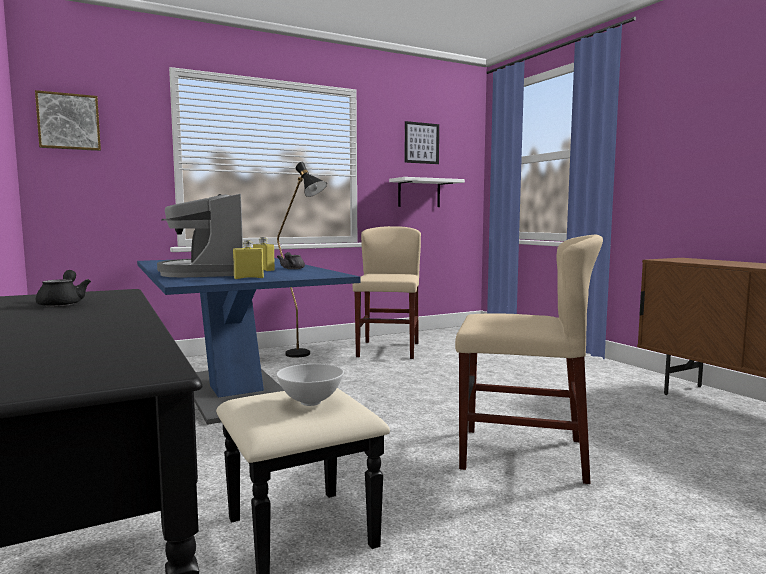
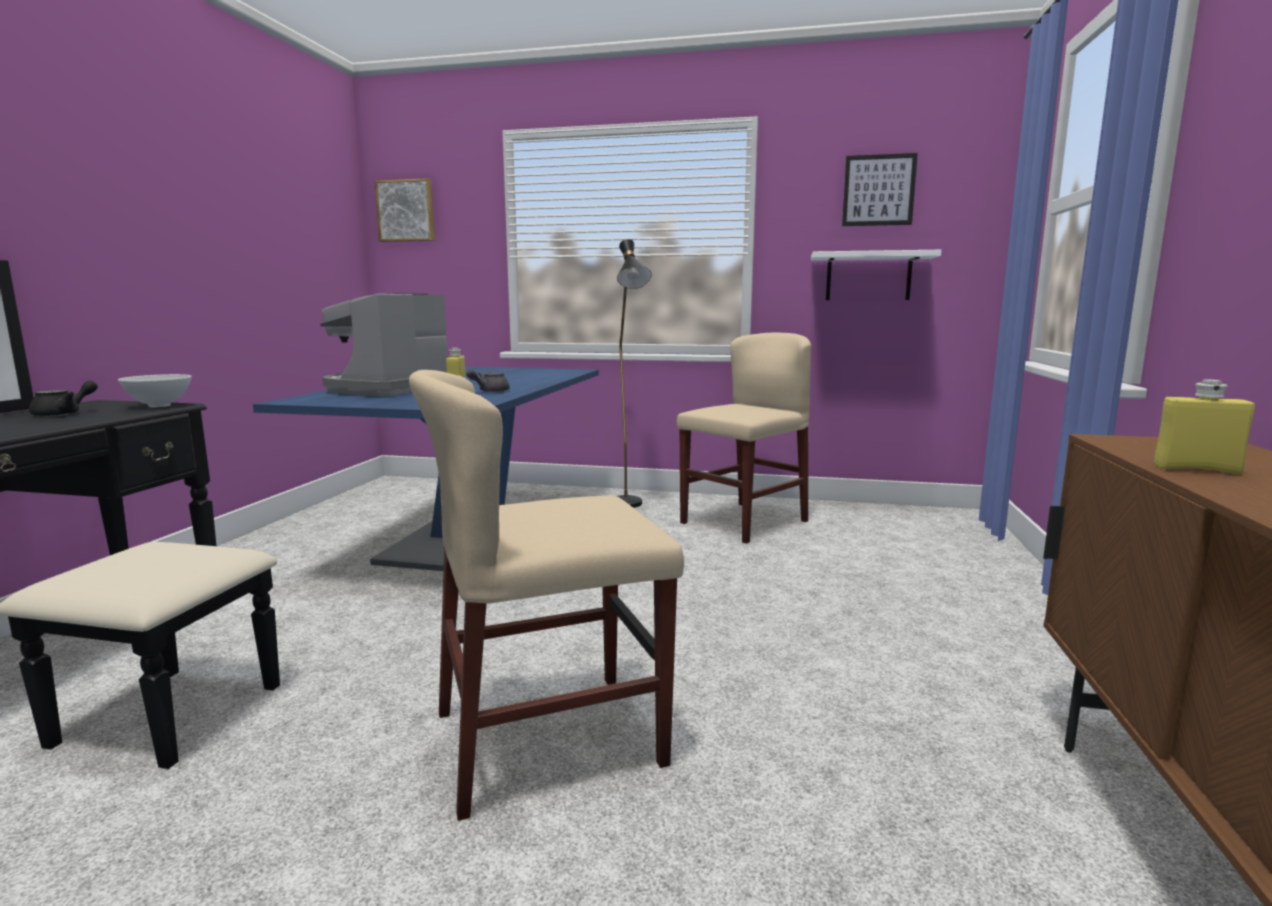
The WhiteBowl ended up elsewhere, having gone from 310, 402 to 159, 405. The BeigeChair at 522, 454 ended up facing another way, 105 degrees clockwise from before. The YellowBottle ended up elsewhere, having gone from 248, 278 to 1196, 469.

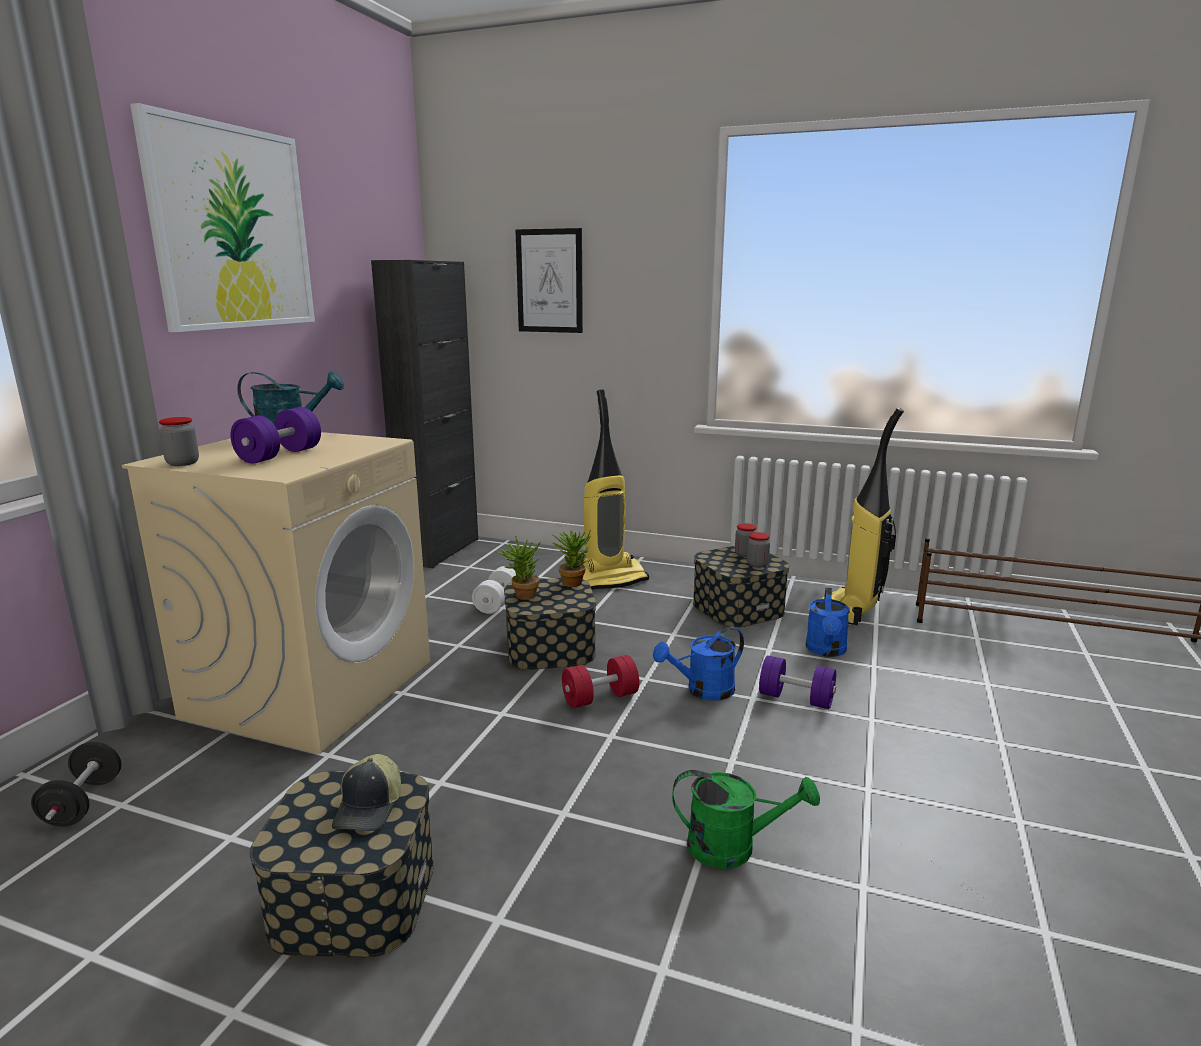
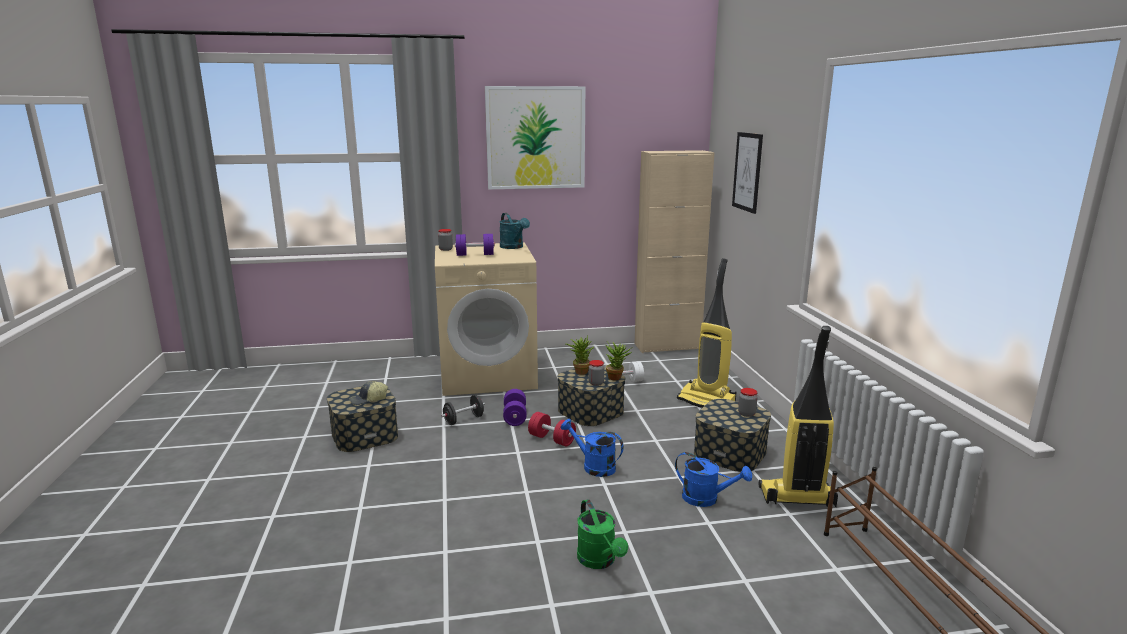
The BlackDumbbell ended up elsewhere, having gone from 83, 803 to 463, 420. The PurpleDumbbell ended up elsewhere, having gone from 796, 699 to 515, 417. The GreenWateringCan ended up elsewhere, having gone from 733, 847 to 599, 561. The Jar ended up elsewhere, having gone from 757, 564 to 596, 383. What was the BlackCabinet at 439, 551 turned into the BeigeCabinet at 667, 346. The BlueWateringCan at 826, 651 ended up facing another way, 135 degrees counterclockwise from before.

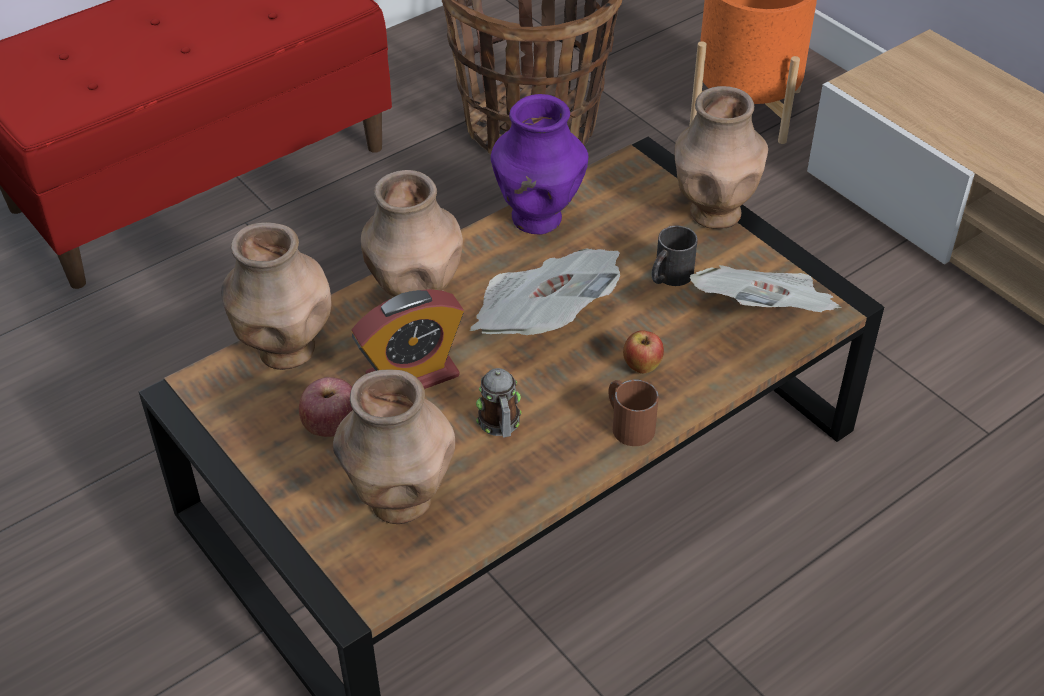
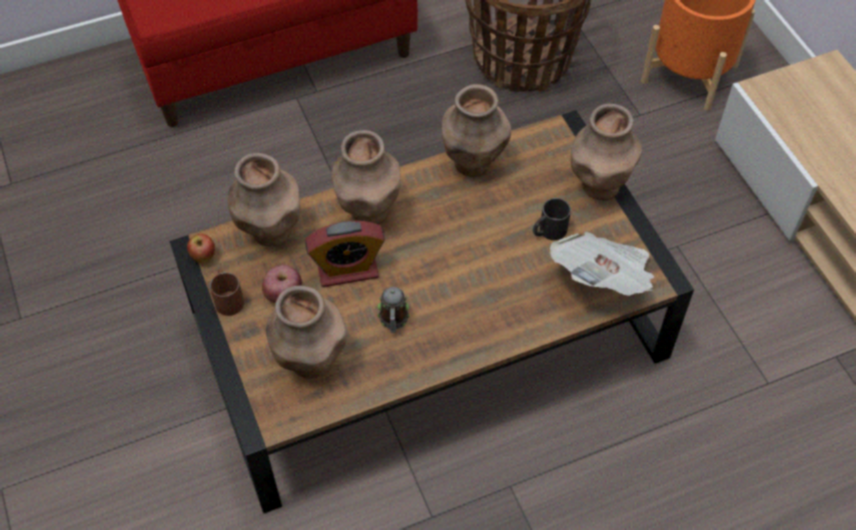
The Apple ended up elsewhere, having gone from 642, 367 to 203, 257. The BrownMug ended up elsewhere, having gone from 627, 424 to 228, 298. What was the PurpleVase at 537, 219 turned into the BrownVase at 472, 164. The second view lost the Newspaper at 542, 320.

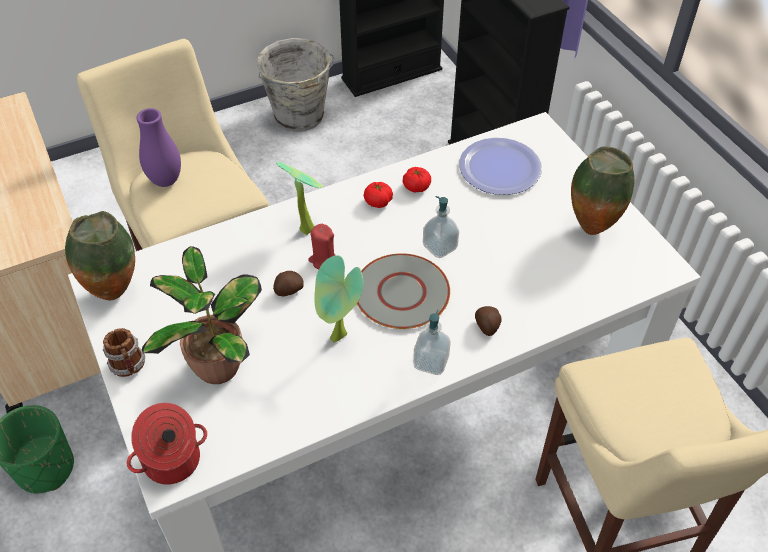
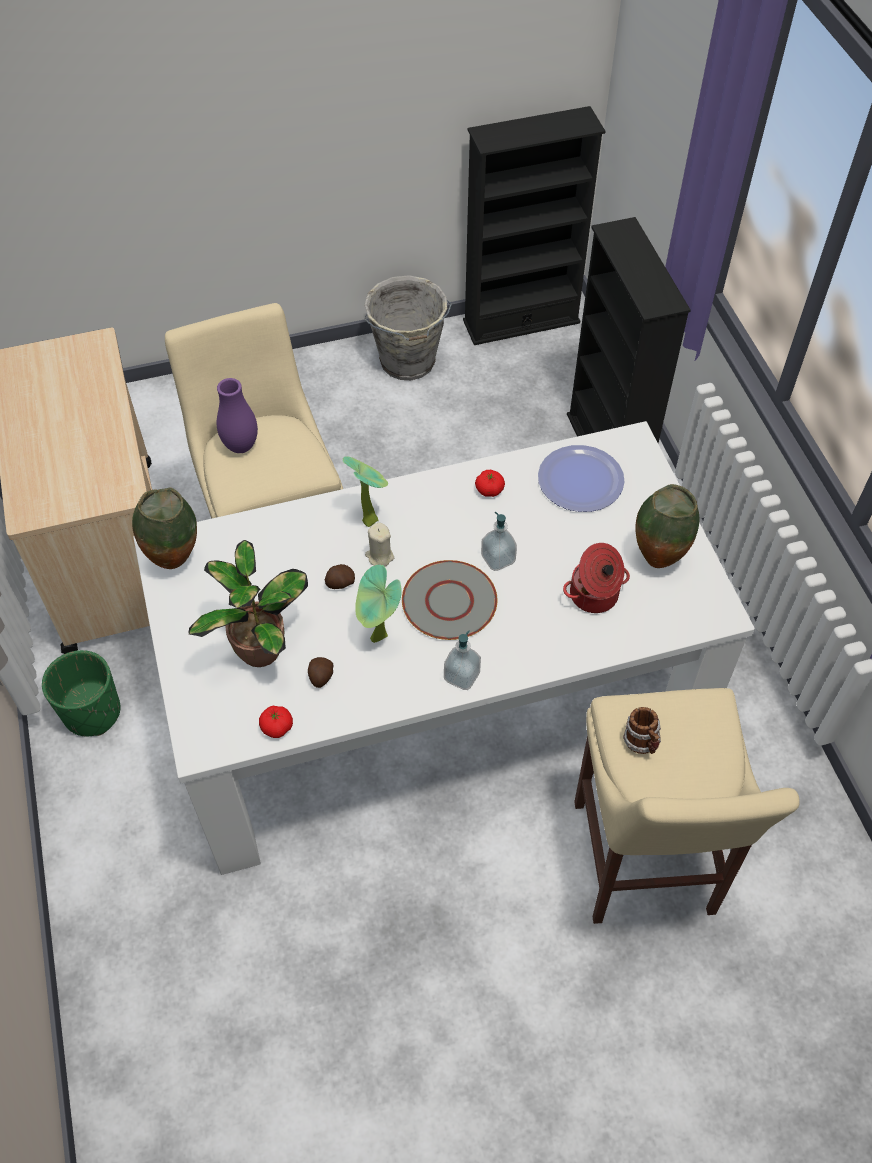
The Tomato ended up elsewhere, having gone from 378, 202 to 277, 727. The Potato ended up elsewhere, having gone from 487, 327 to 320, 677. What was the RedCandle at 323, 260 turned into the BeigeCandle at 379, 556. The CookingPot ended up elsewhere, having gone from 172, 461 to 594, 596. The Mug ended up elsewhere, having gone from 129, 366 to 642, 742.

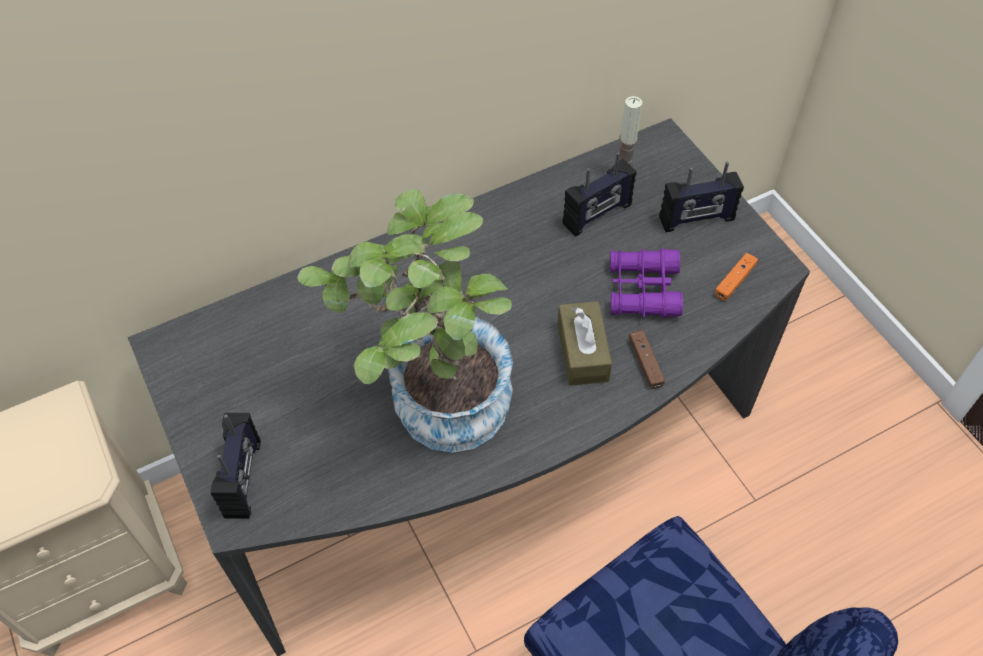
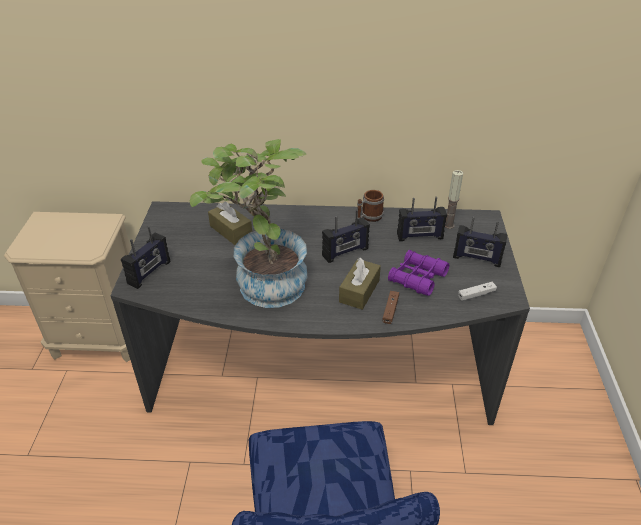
The second view gained the BrownTissueBox at 231, 231. The second view gained the Radio at 345, 252. The second view gained the Mug at 368, 217. What was the OrangeGameController at 734, 281 turned into the WhiteGameController at 476, 294.

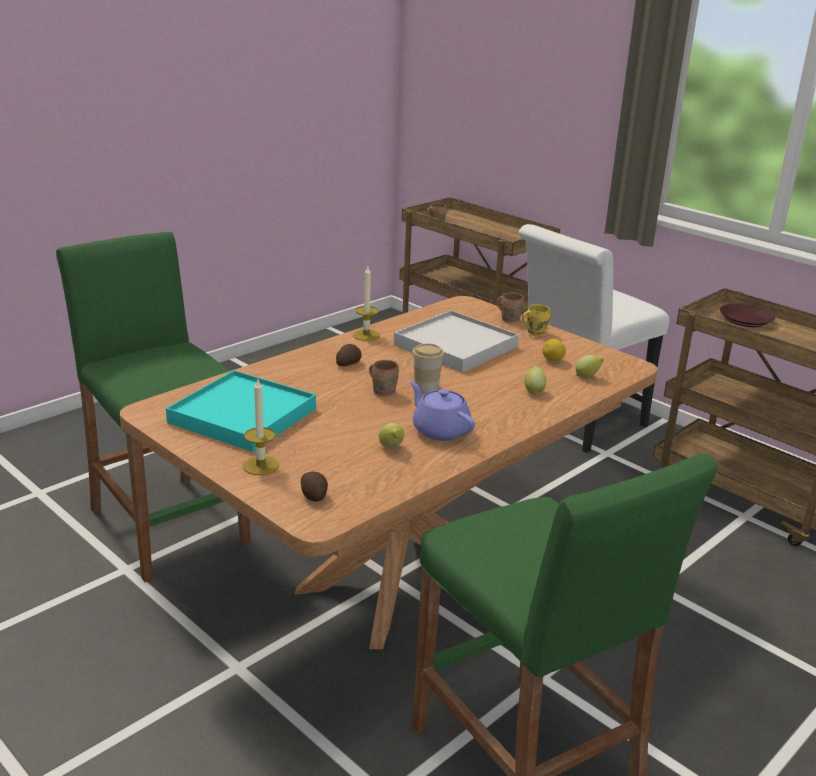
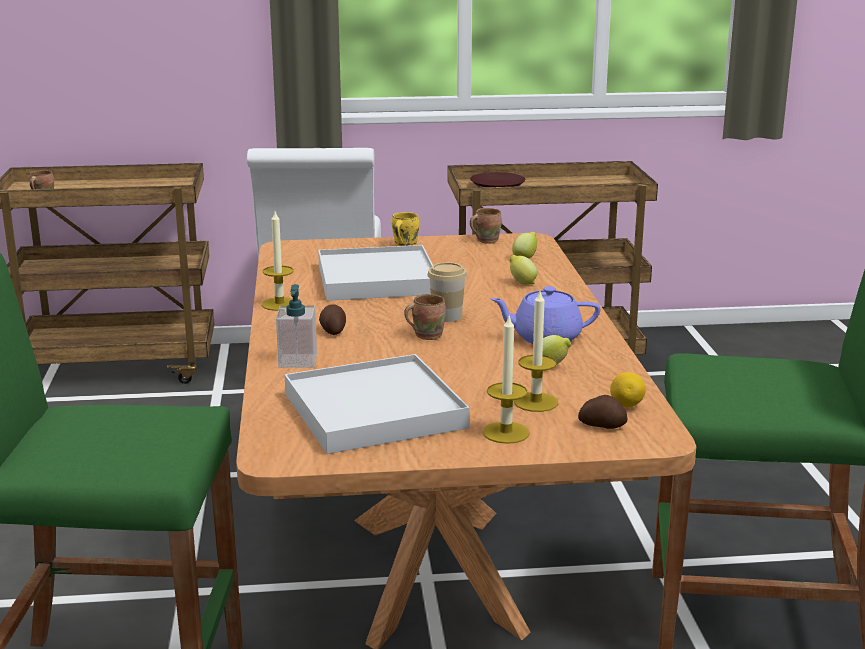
The second view gained the SoapDispenser at 297, 361. What was the TurquoiseTray at 243, 415 turned into the WhiteTray at 374, 410. The BrownMug ended up elsewhere, having gone from 509, 319 to 485, 240. The second view gained the Candle at 536, 402. The Lemon ended up elsewhere, having gone from 553, 360 to 626, 405.

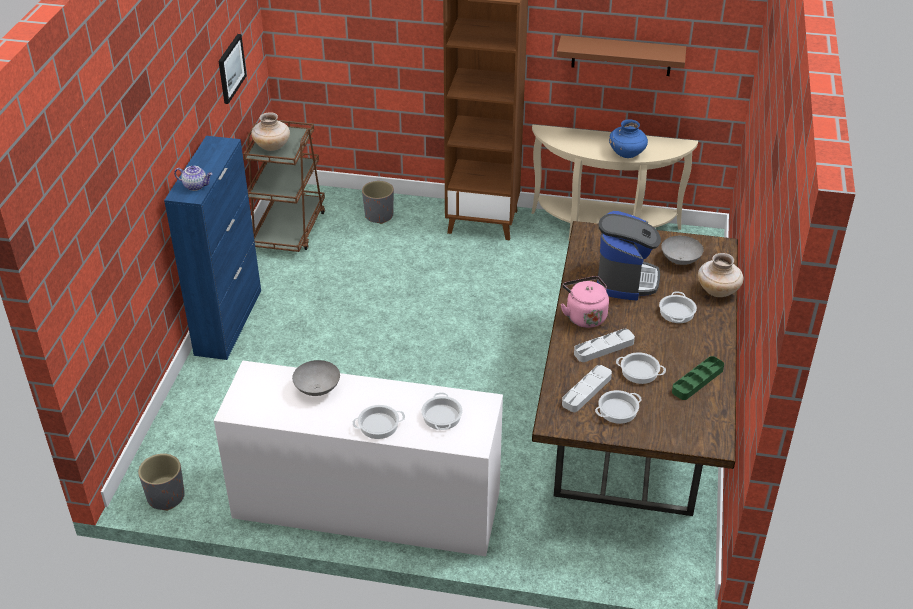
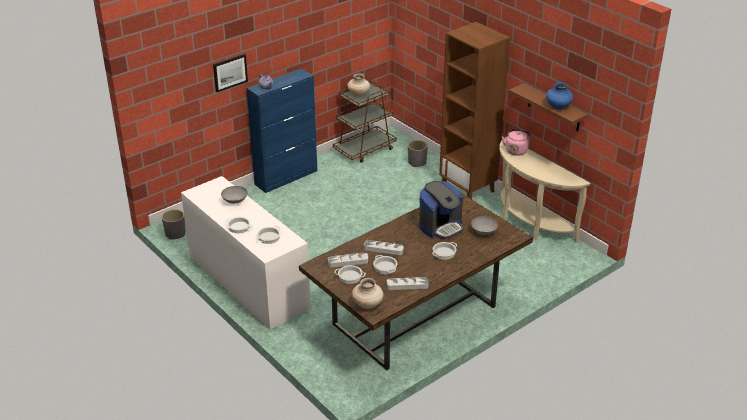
The Picture ended up elsewhere, having gone from 231, 68 to 230, 72. The BeigeVase ended up elsewhere, having gone from 717, 291 to 368, 304. What was the GreenTray at 697, 381 turned into the GreyTray at 407, 285. The PinkKettle ended up elsewhere, having gone from 584, 316 to 516, 150. The BlueVase ended up elsewhere, having gone from 627, 154 to 558, 106.

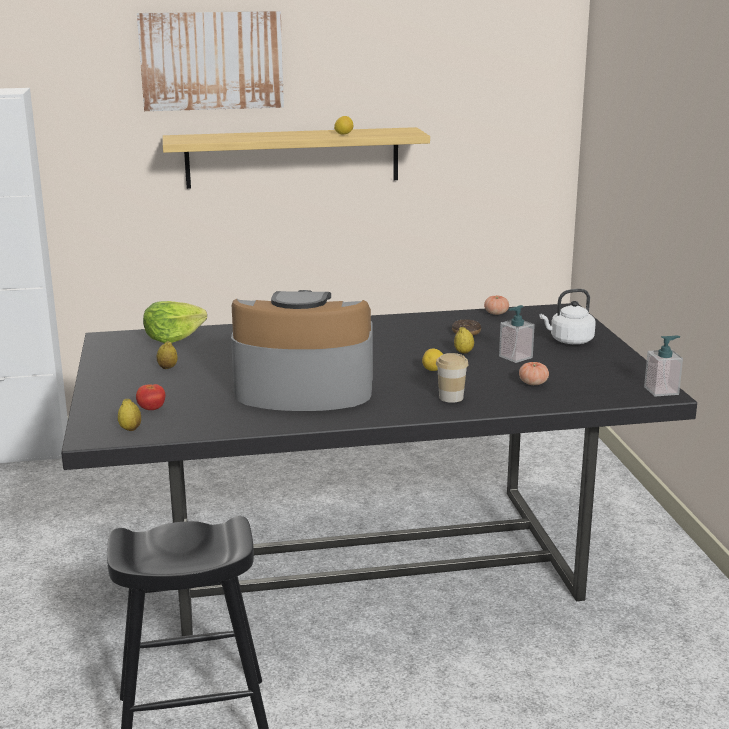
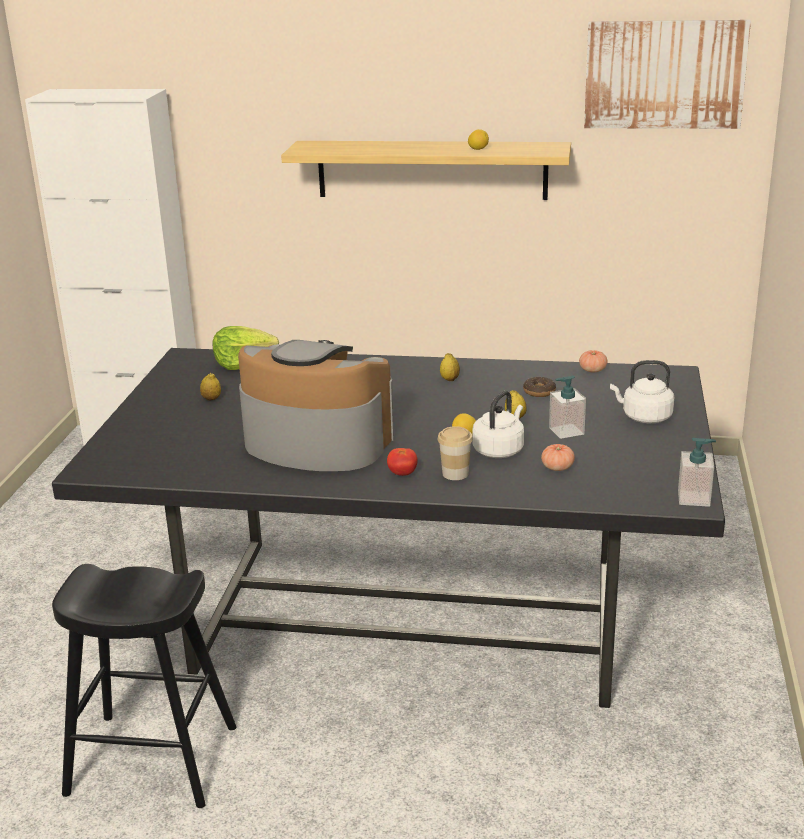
The Tomato ended up elsewhere, having gone from 151, 409 to 402, 474. The Lemon ended up elsewhere, having gone from 130, 429 to 449, 379. The second view gained the WhiteKettle at 499, 450. The Picture ended up elsewhere, having gone from 211, 60 to 664, 74.

